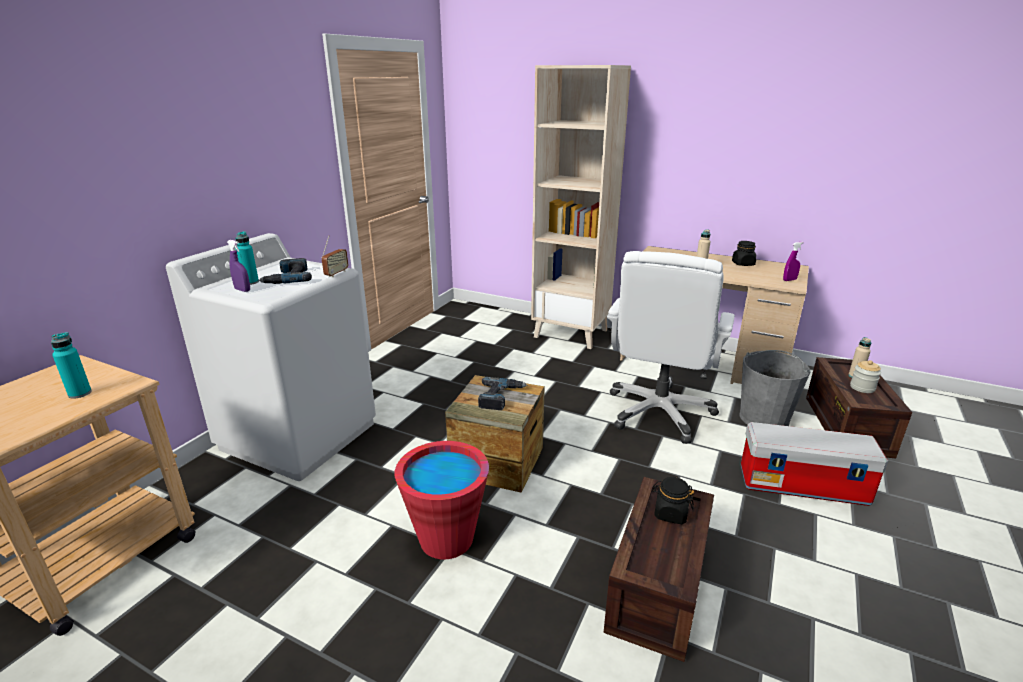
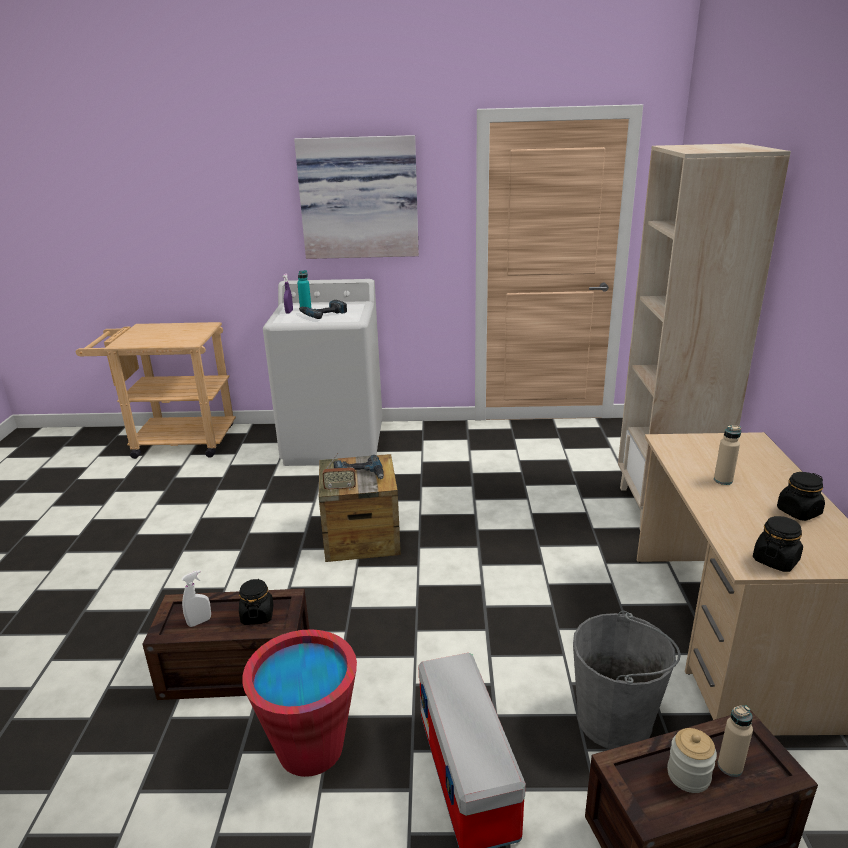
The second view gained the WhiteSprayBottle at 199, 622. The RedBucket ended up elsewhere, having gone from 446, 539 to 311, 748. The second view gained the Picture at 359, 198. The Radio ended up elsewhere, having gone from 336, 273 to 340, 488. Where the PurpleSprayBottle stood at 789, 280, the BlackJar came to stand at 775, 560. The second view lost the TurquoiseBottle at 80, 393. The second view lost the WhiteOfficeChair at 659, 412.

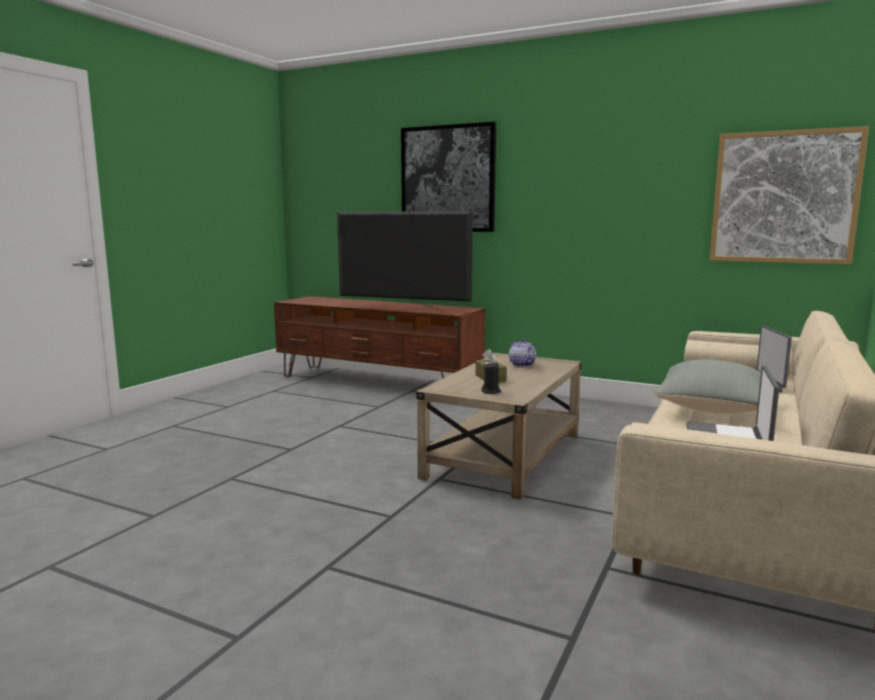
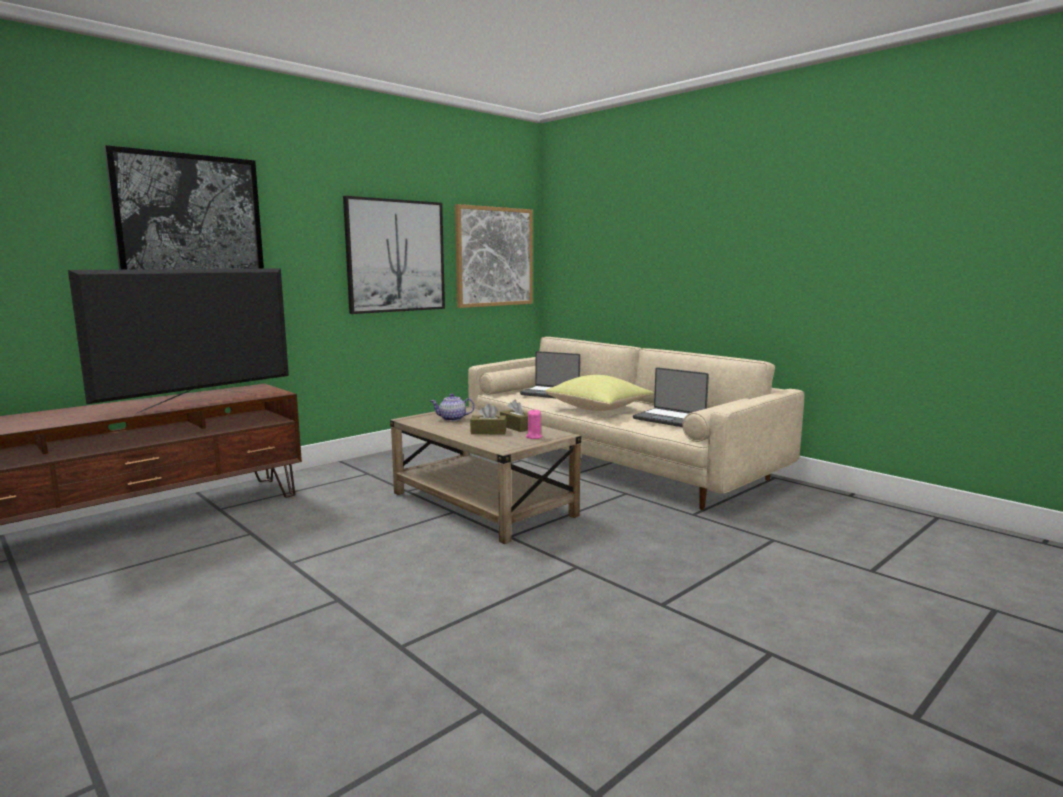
The second view gained the Picture at 396, 256. The second view gained the BrownTissueBox at 516, 427. What was the BlackCandle at 491, 392 turned into the PinkCandle at 533, 437. What was the GreyPillow at 715, 410 turned into the YellowPillow at 599, 409.

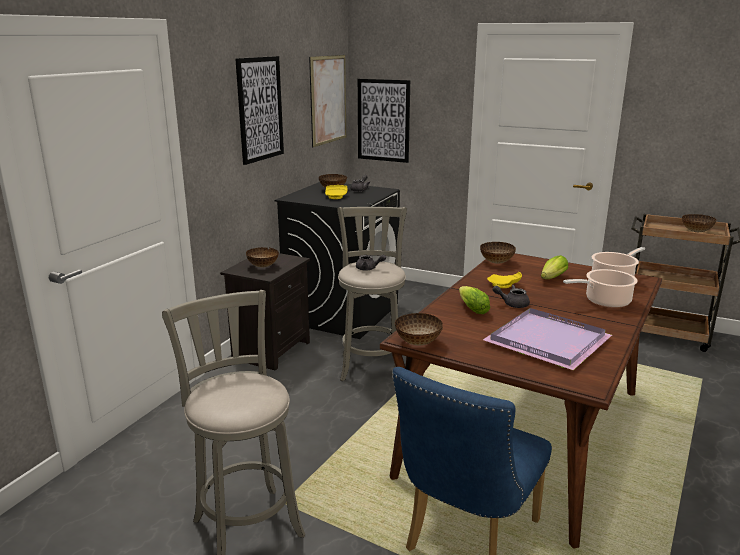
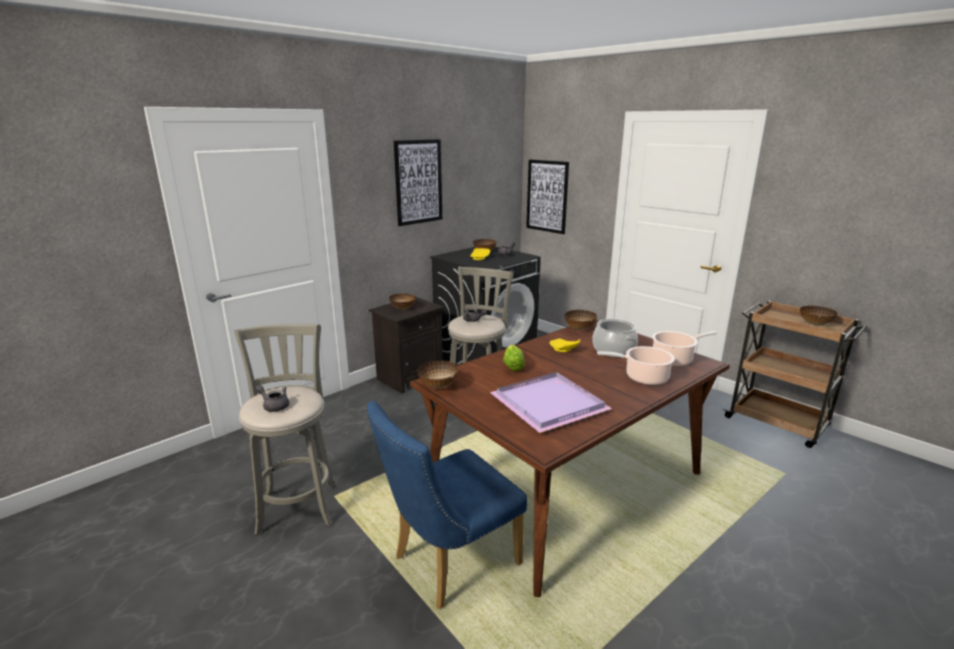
The GreyTeapot ended up elsewhere, having gone from 512, 304 to 274, 405. Where the Lettuce stood at 551, 279, the CookingPot came to stand at 614, 350. The second view lost the Picture at 328, 99.

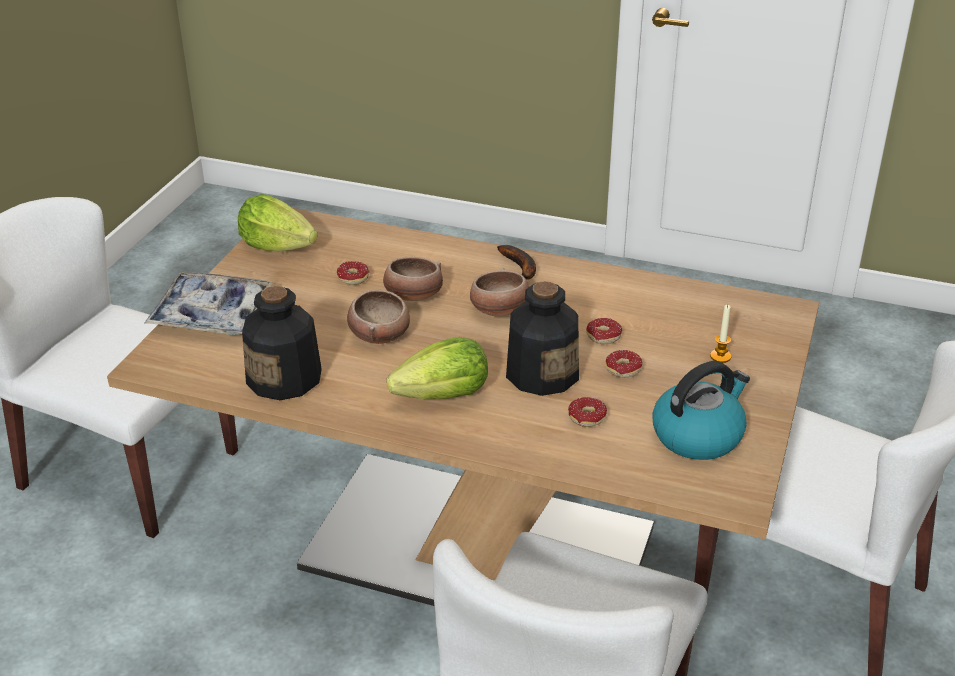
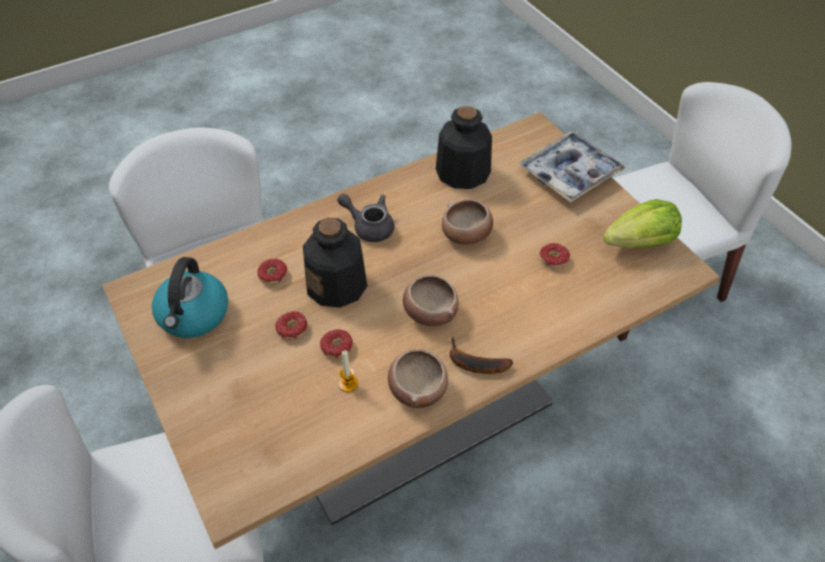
Where the Lettuce stood at 444, 396, the GreyTeapot came to stand at 369, 226. The Candle ended up elsewhere, having gone from 720, 356 to 348, 384. The Bowl ended up elsewhere, having gone from 413, 296 to 418, 388.

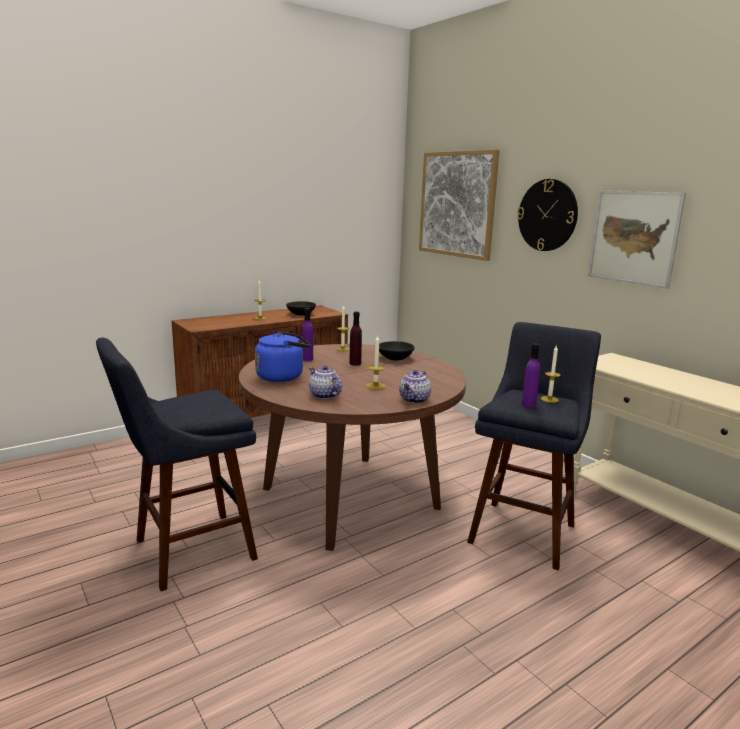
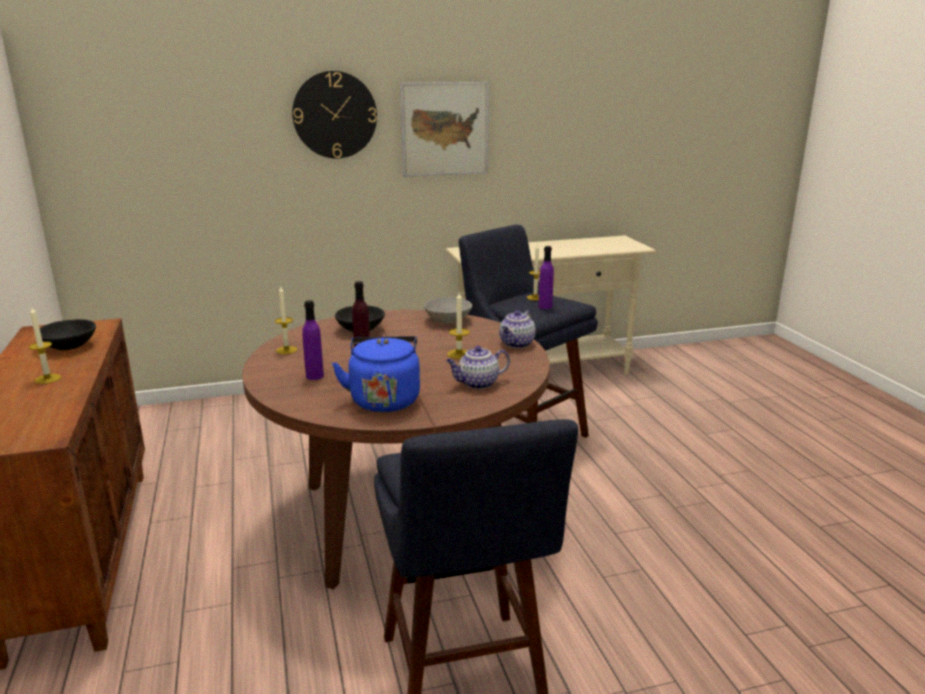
The second view gained the GreyBowl at 447, 320. The Teapot at 414, 400 ended up facing another way, 75 degrees clockwise from before. The second view lost the Picture at 457, 204.

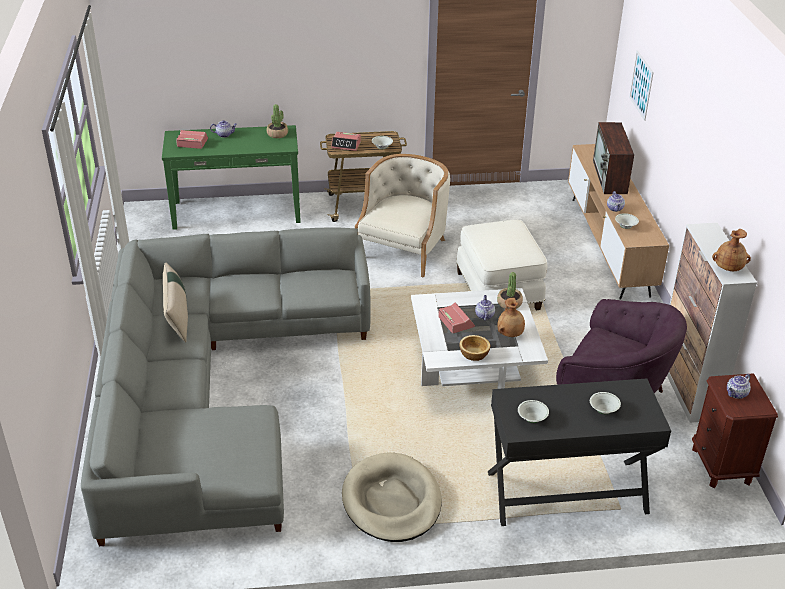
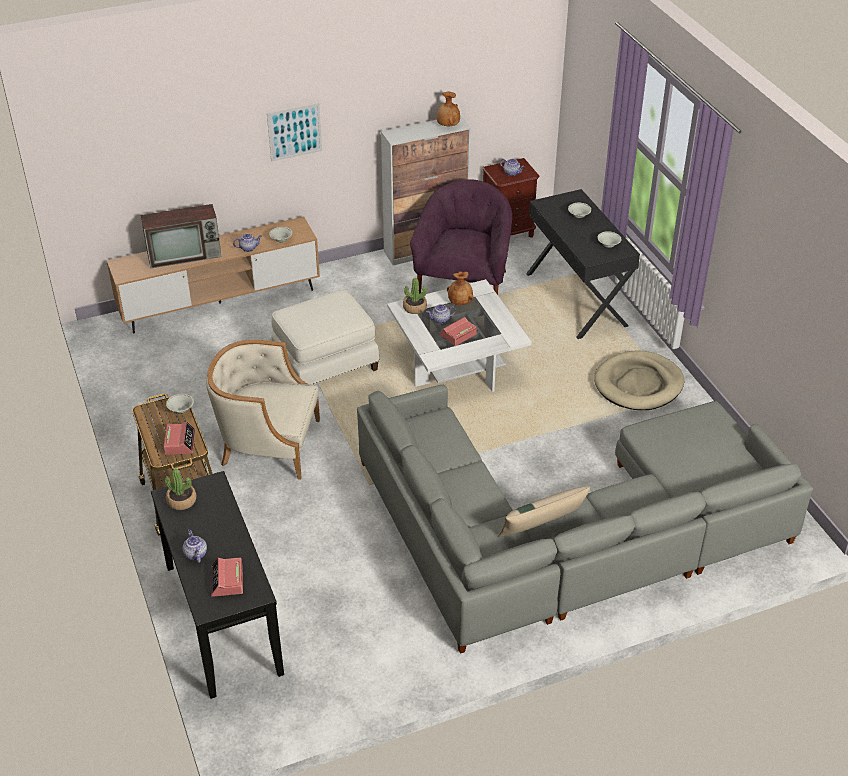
What was the GreenConsoleTable at 237, 211 turned into the BlackConsoleTable at 222, 619. The Picture ended up elsewhere, having gone from 641, 85 to 294, 132. The second view lost the Bowl at 473, 354.

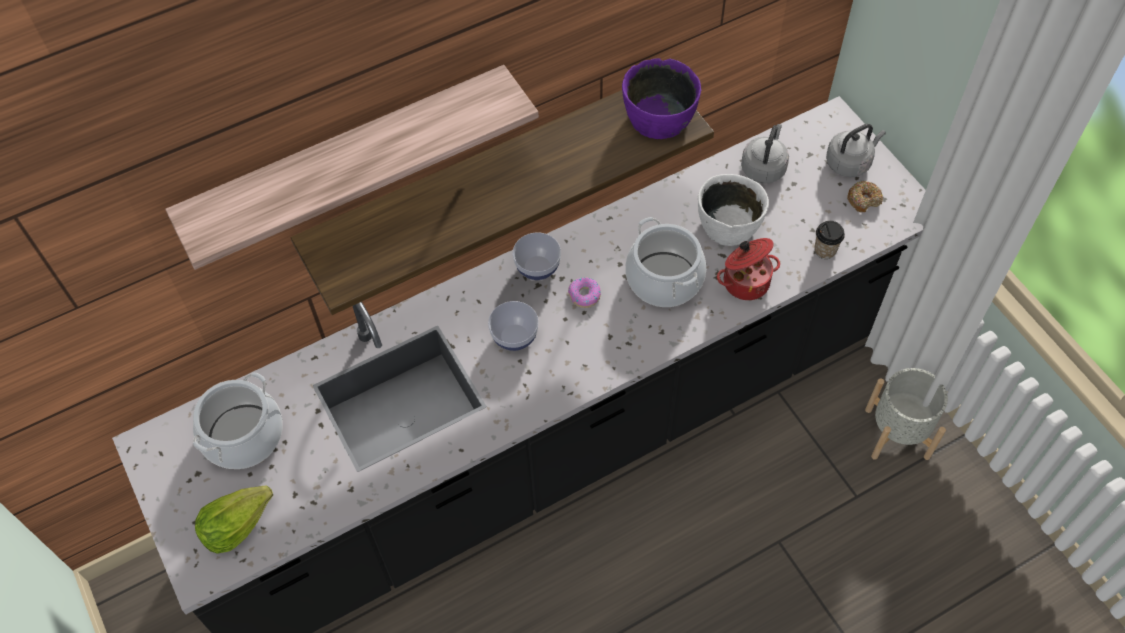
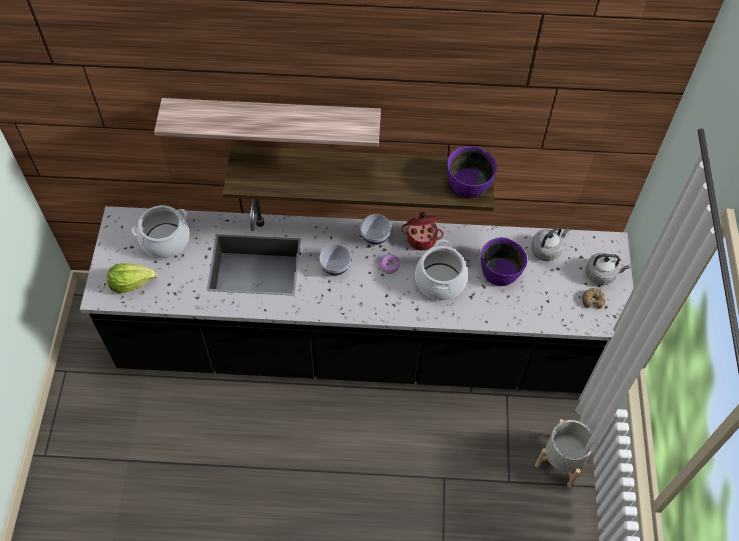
The CookingPot ended up elsewhere, having gone from 745, 281 to 421, 238. What was the WhiteBowl at 728, 224 turned into the PurpleBowl at 500, 271. The second view lost the Cup at 825, 250.

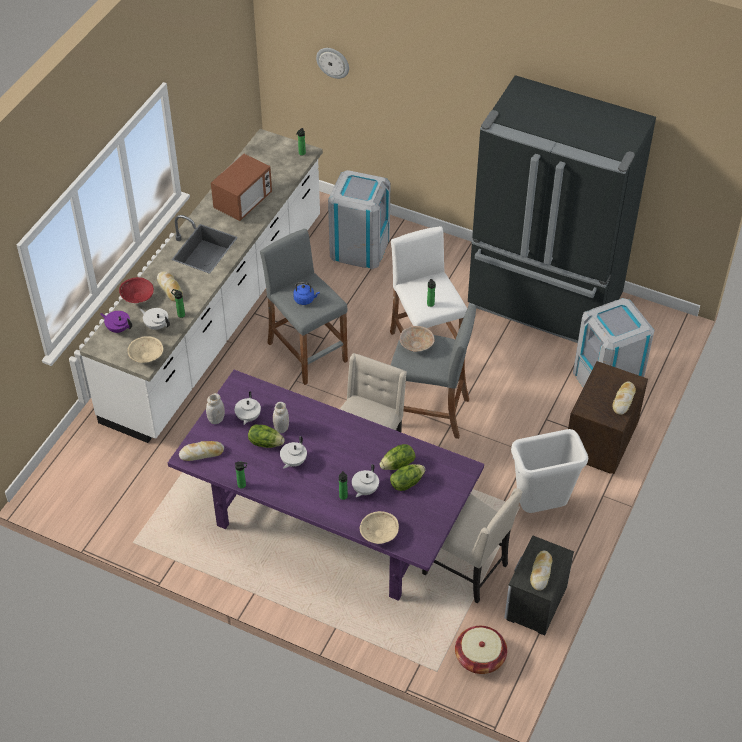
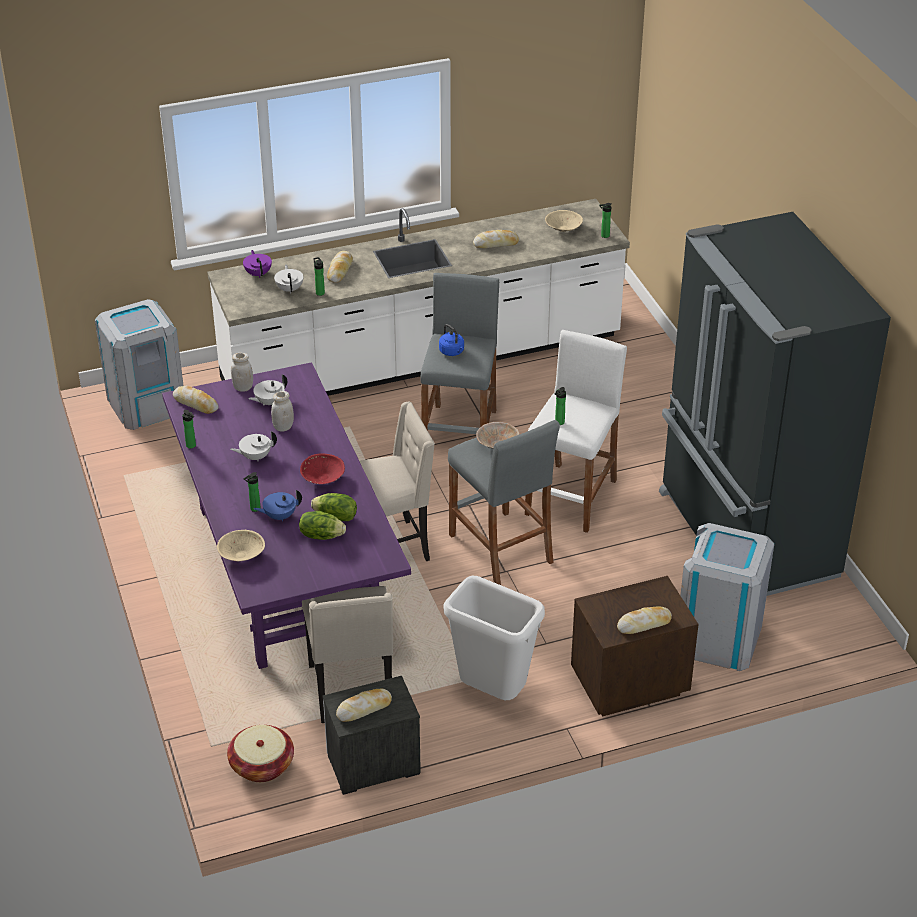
The GreyTrashCan ended up elsewhere, having gone from 359, 247 to 146, 404. What was the WhiteTeapot at 365, 490 turned into the BlueTeapot at 279, 516. The RedBowl ended up elsewhere, having gone from 137, 297 to 322, 478. Where the Microwave stood at 243, 202, the Bread came to stand at 496, 243. The BeigeBowl ended up elsewhere, having gone from 146, 355 to 563, 228. The second view lost the Lettuce at 265, 442. The second view lost the WallClock at 333, 62.

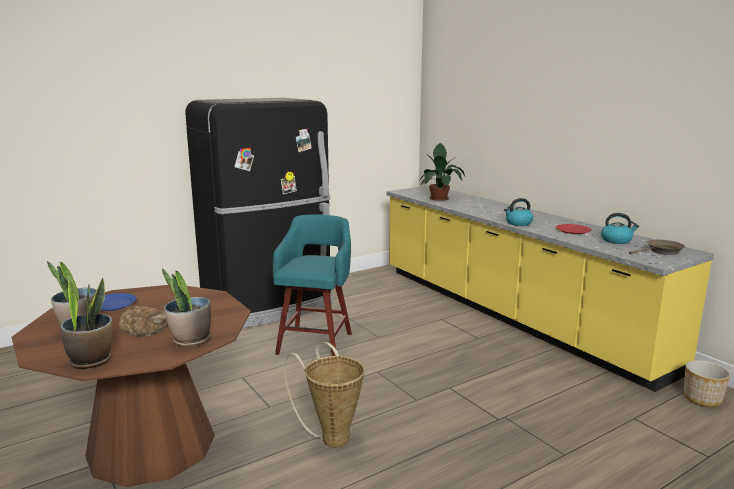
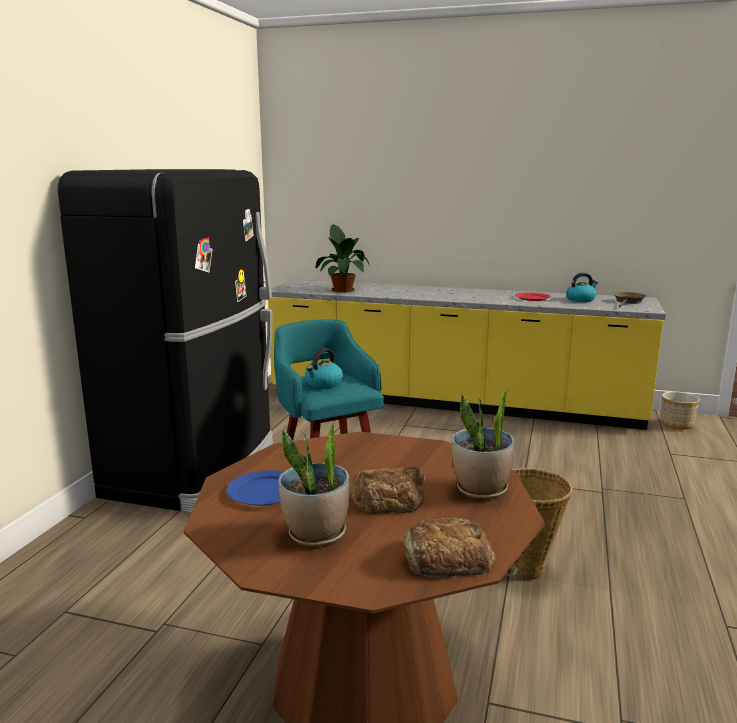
The Kettle ended up elsewhere, having gone from 518, 223 to 323, 384. Where the PottedPlant stood at 91, 360, the Bread came to stand at 445, 558.

